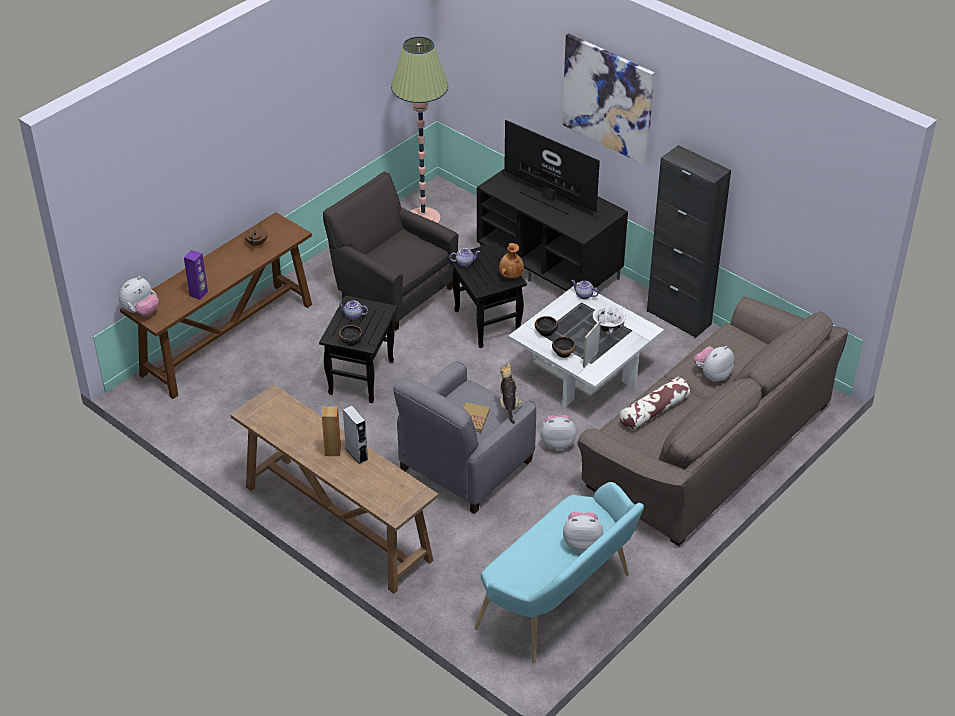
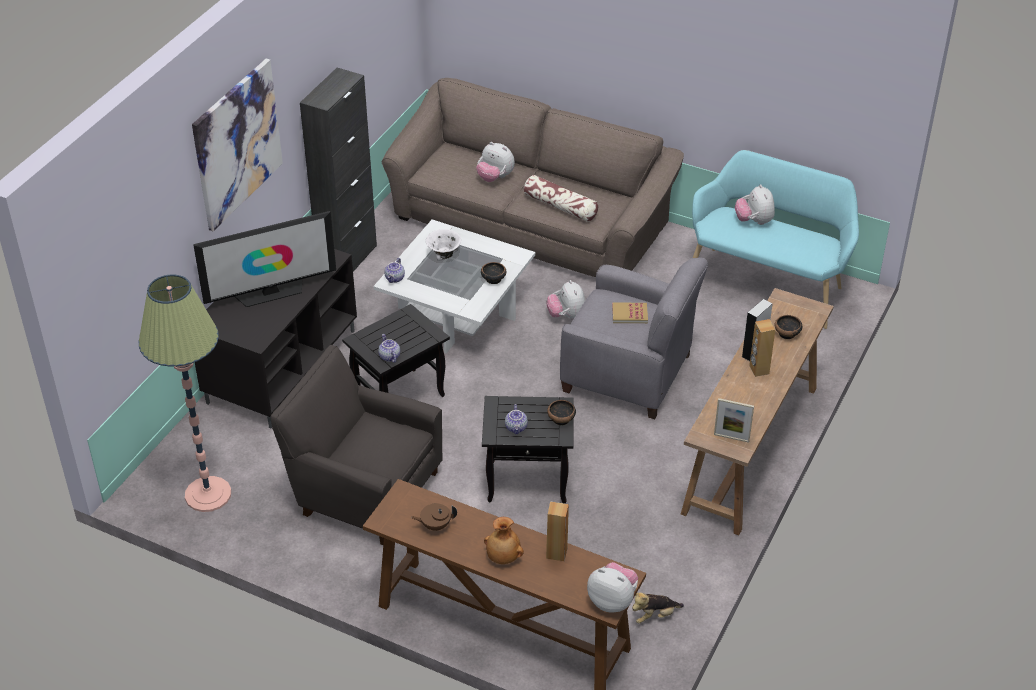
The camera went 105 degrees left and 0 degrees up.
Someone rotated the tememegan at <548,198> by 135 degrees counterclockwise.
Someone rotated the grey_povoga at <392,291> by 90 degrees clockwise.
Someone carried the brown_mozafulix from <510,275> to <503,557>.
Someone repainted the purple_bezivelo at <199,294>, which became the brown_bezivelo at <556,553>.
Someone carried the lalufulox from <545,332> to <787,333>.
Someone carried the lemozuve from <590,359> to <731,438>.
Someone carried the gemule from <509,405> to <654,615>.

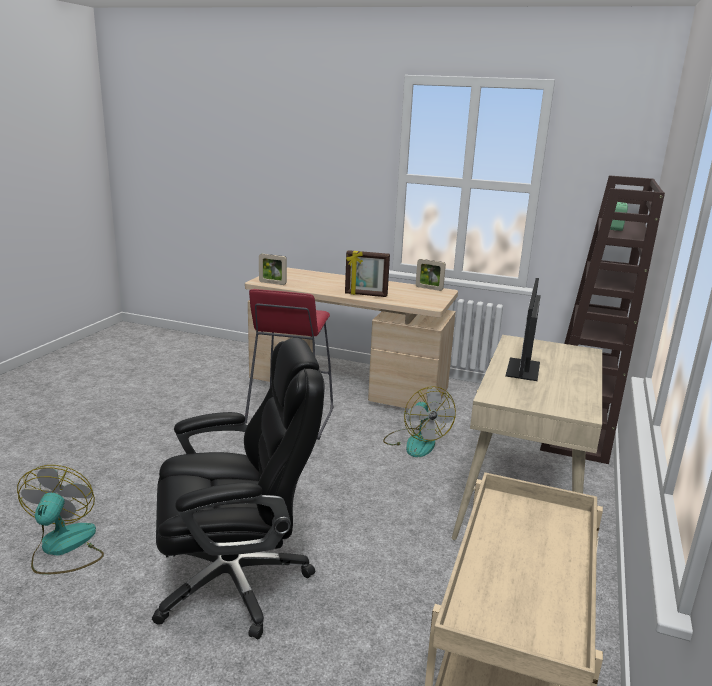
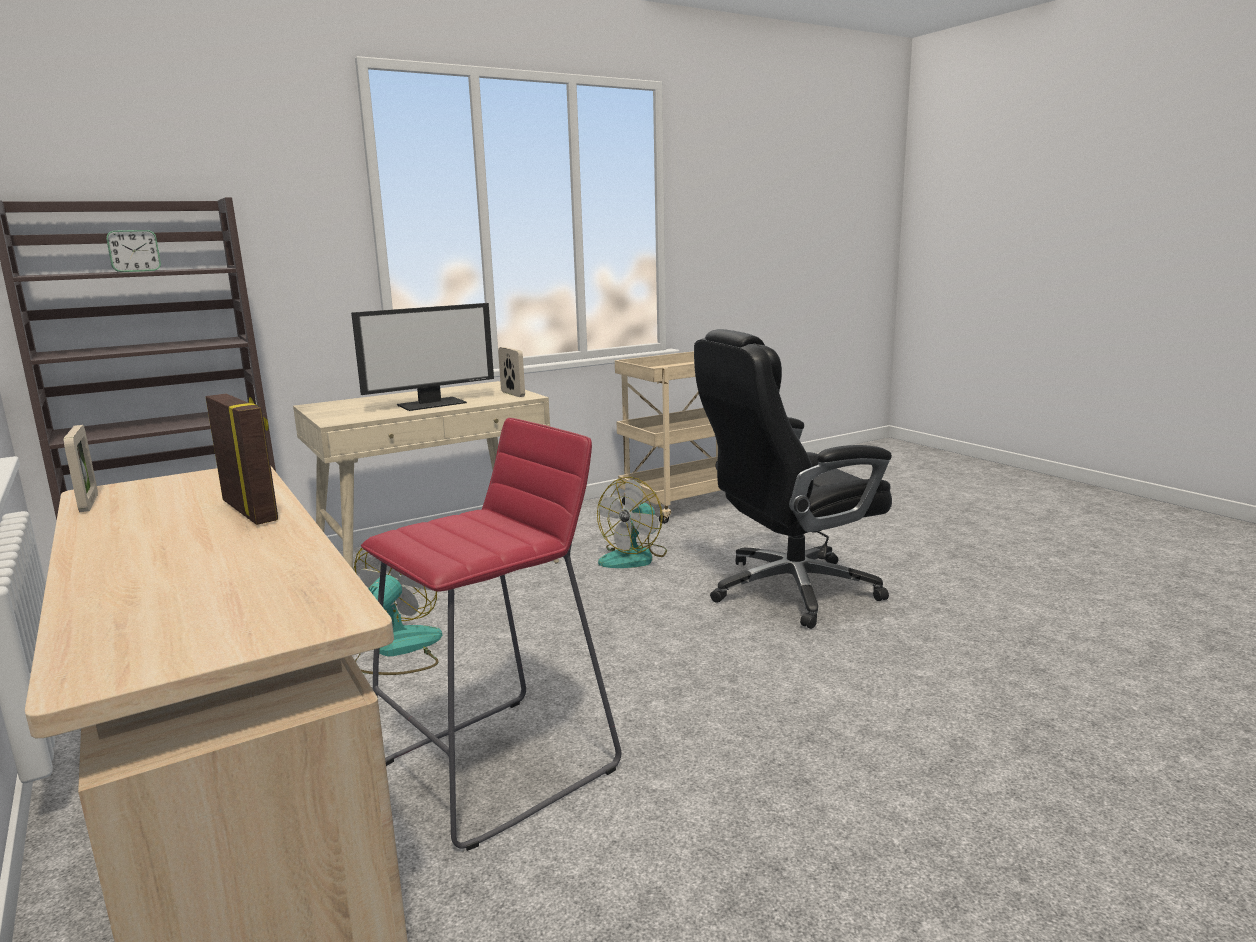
The camera went 140 degrees left and 5 degrees down.
Someone carried the lemozuve from <272,283> to <512,394>.
Someone rotated the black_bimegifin at <236,580> by 45 degrees counterclockwise.
Someone carried the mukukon from <63,548> to <634,557>.

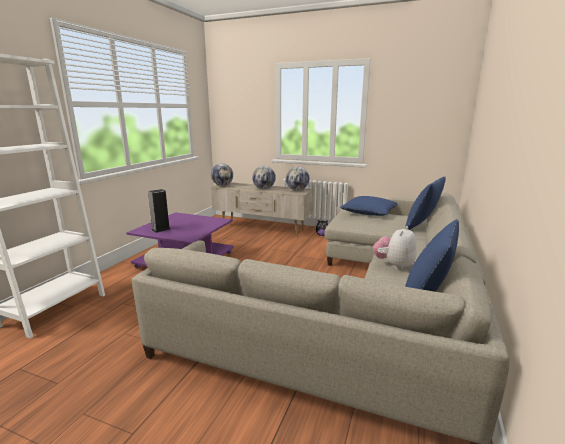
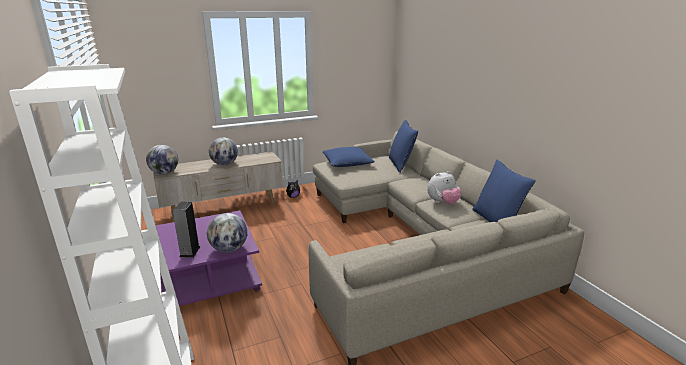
The camera went 45 degrees left and 5 degrees up.
Someone carried the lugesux from <297,190> to <229,249>.
Someone rotated the gemule at <394,265> by 105 degrees counterclockwise.

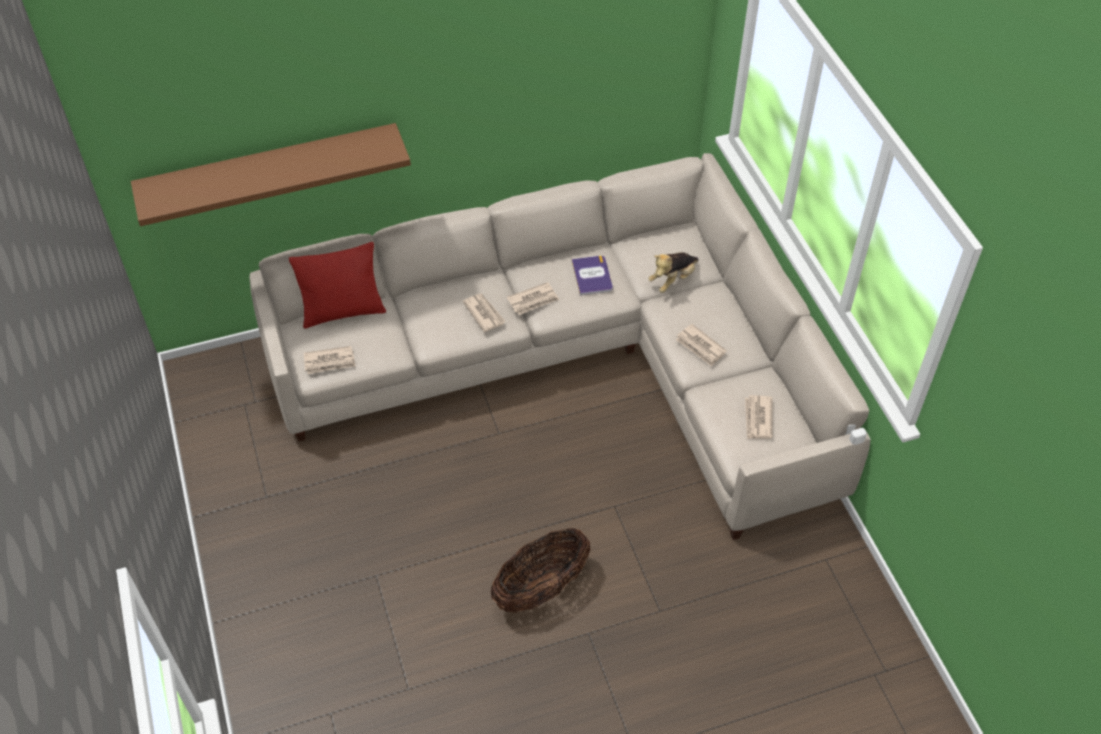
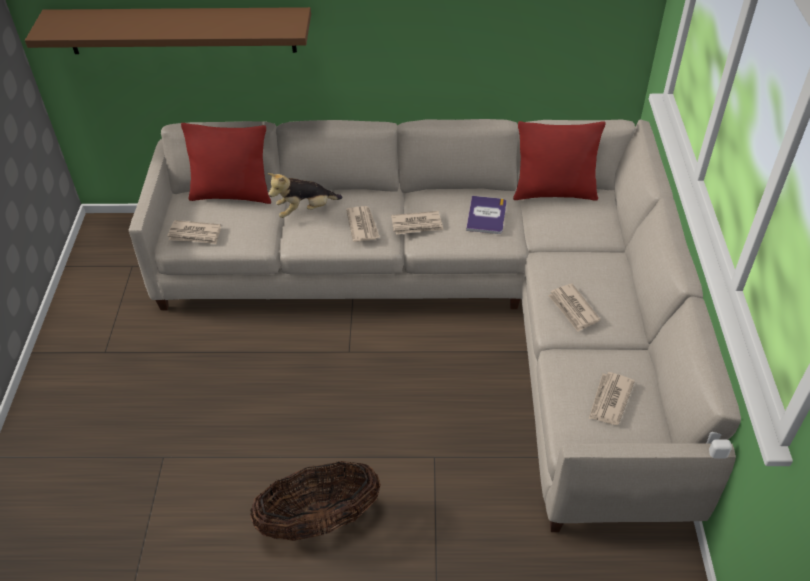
The camera went 20 degrees right and 5 degrees down.
Someone carried the gemule from <673,280> to <305,210>.
Someone put down the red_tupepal at <554,192>.

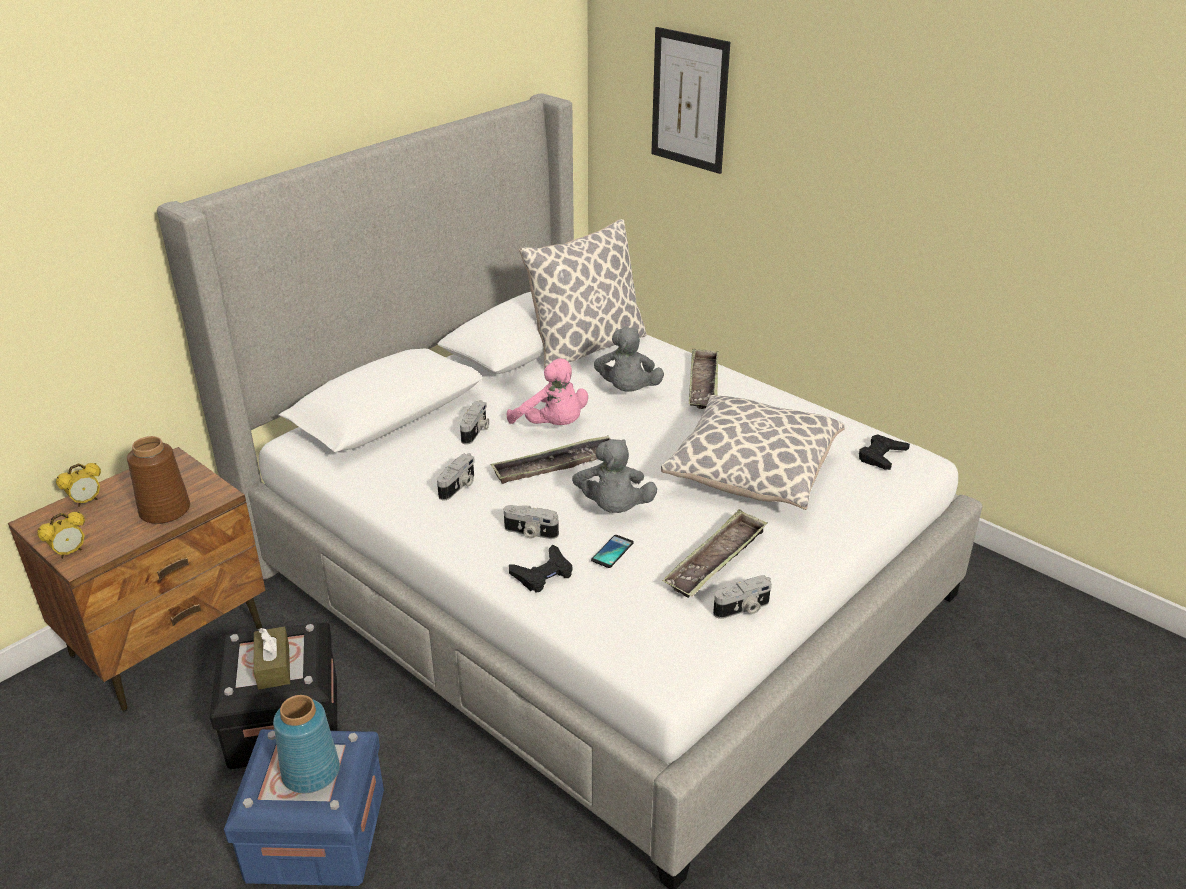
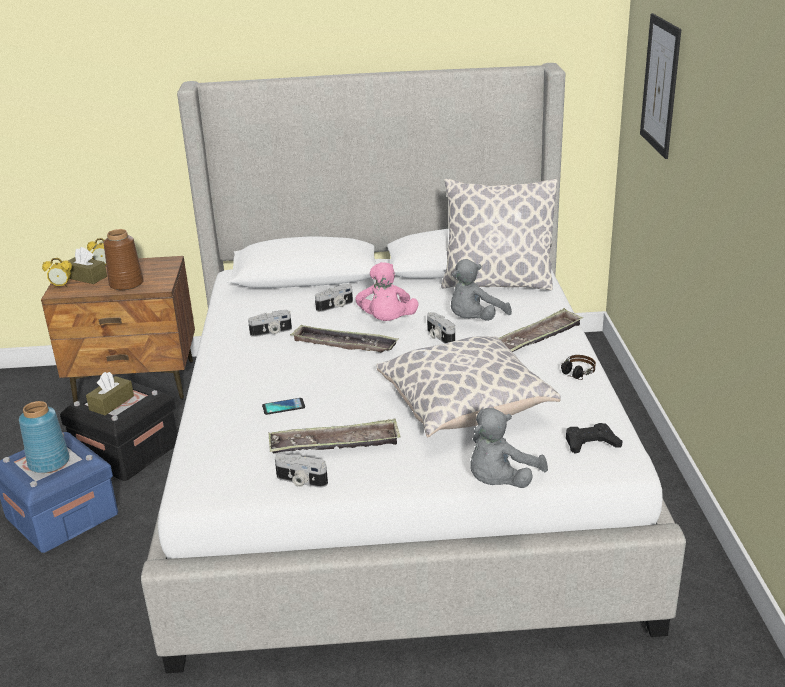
The camera went 45 degrees right and 5 degrees down.
Someone carried the grey_gemule from <613,508> to <500,482>.
Someone carried the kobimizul from <530,533> to <439,337>.
Someone took away the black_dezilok at <543,574>.
Someone put down the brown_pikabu at <86,277>.
Someone put down the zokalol at <574,376>.

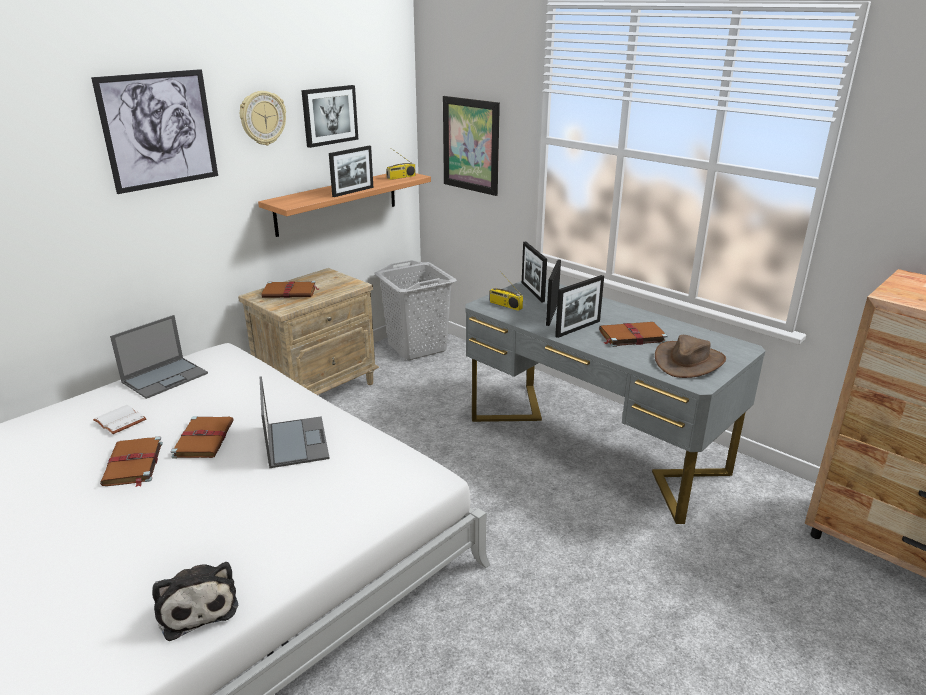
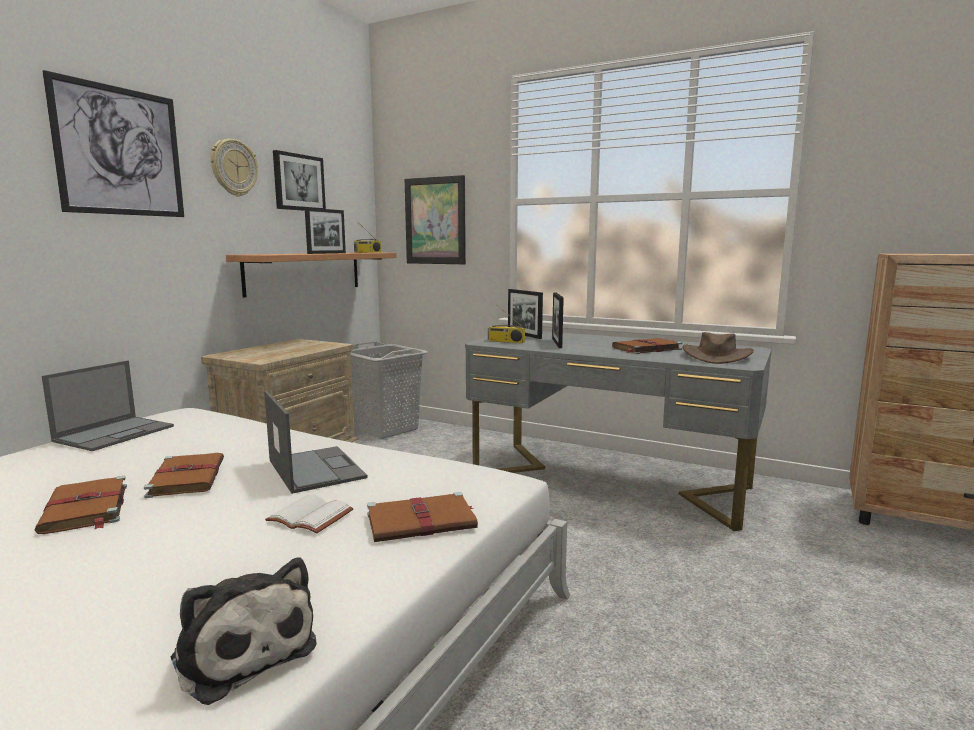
The camera went 15 degrees left and 15 degrees down.
Someone took away the lemozuve at <578,329>.
Someone carried the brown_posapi from <290,292> to <423,521>.
Someone carried the white_posapi from <118,421> to <308,517>.

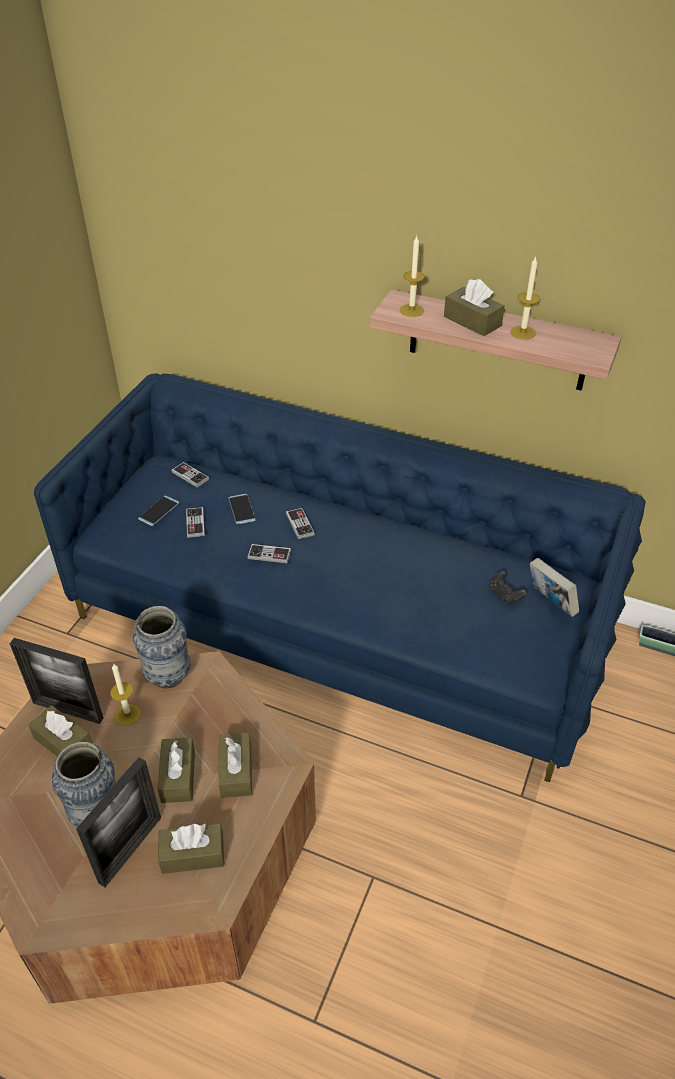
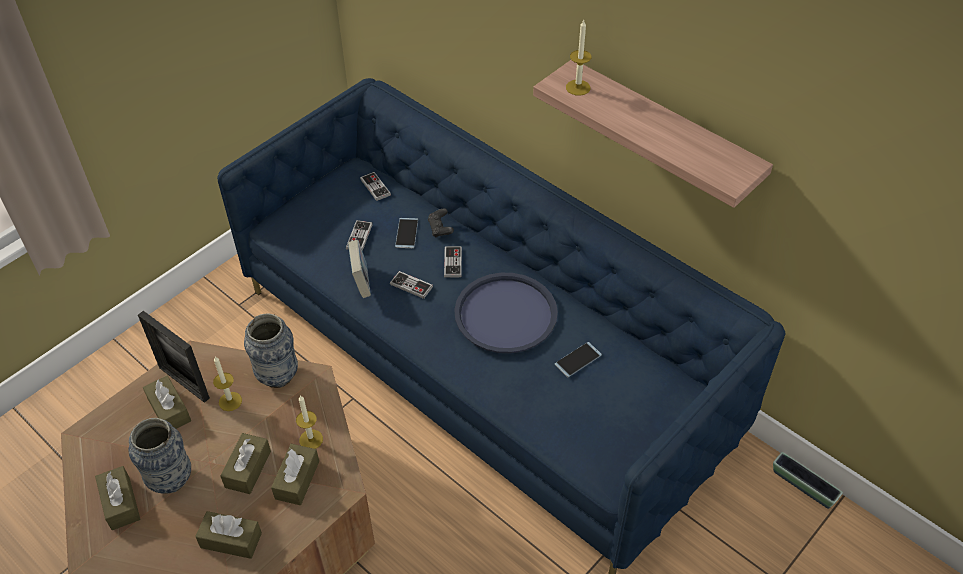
The camera went 20 degrees right and 5 degrees up.
Someone carried the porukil from <523,332> to <311,439>.
Someone carried the brown_pikabu from <472,321> to <120,503>.
Someone carried the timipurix from <159,511> to <578,359>.
Someone carried the posapi from <550,602> to <361,282>.
Someone carried the black_dezilok from <505,594> to <440,229>.
Someone took away the lemozuve at <130,849>.
Someone put down the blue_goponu at <506,314>.

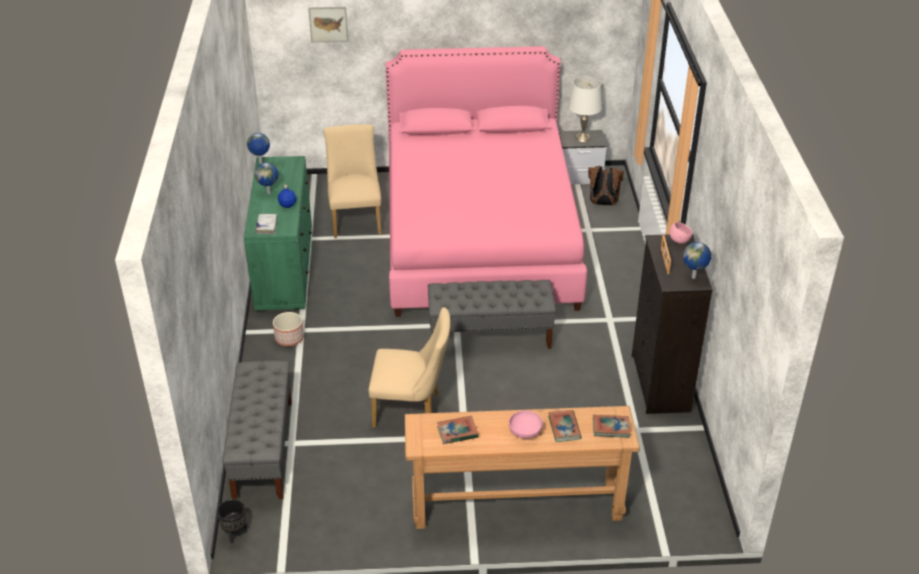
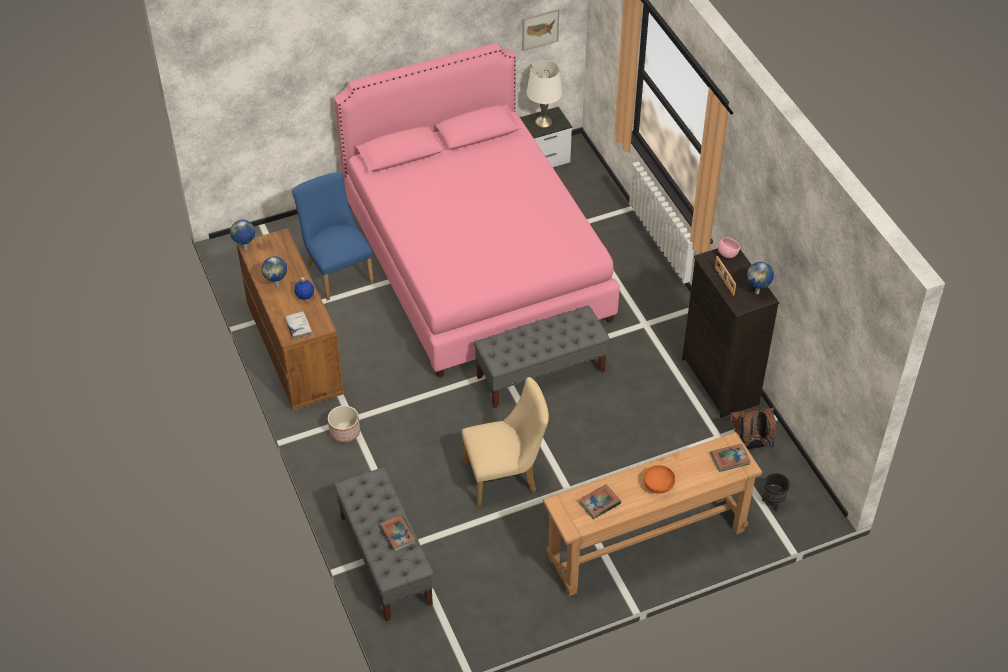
The camera went 20 degrees left and 10 degrees up.
Someone carried the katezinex from <328,24> to <540,29>.
Someone repainted the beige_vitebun at <355,219>, which became the blue_vitebun at <337,271>.
Someone repainted the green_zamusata at <285,268>, which became the brown_zamusata at <295,351>.
Someone carried the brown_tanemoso from <602,203> to <750,445>.
Someone repainted the pink_lalufulox at <525,431>, which became the orange_lalufulox at <658,485>.
Someone carried the posapi from <564,428> to <398,534>.
Someone carried the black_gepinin from <235,533> to <772,502>.

